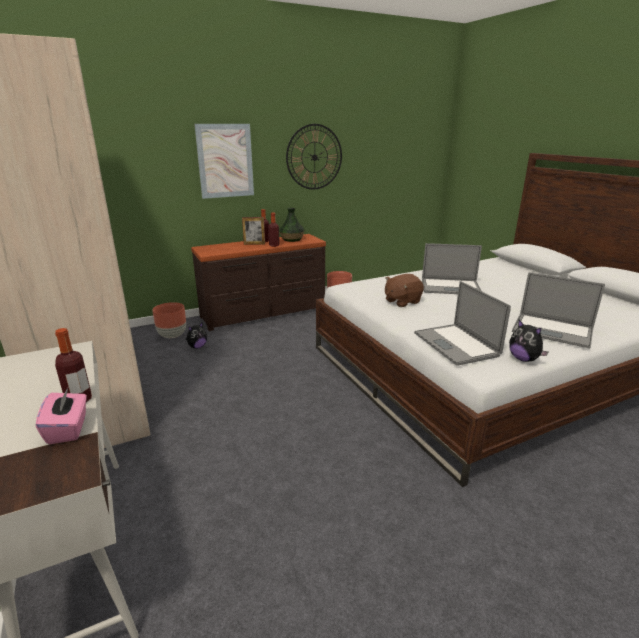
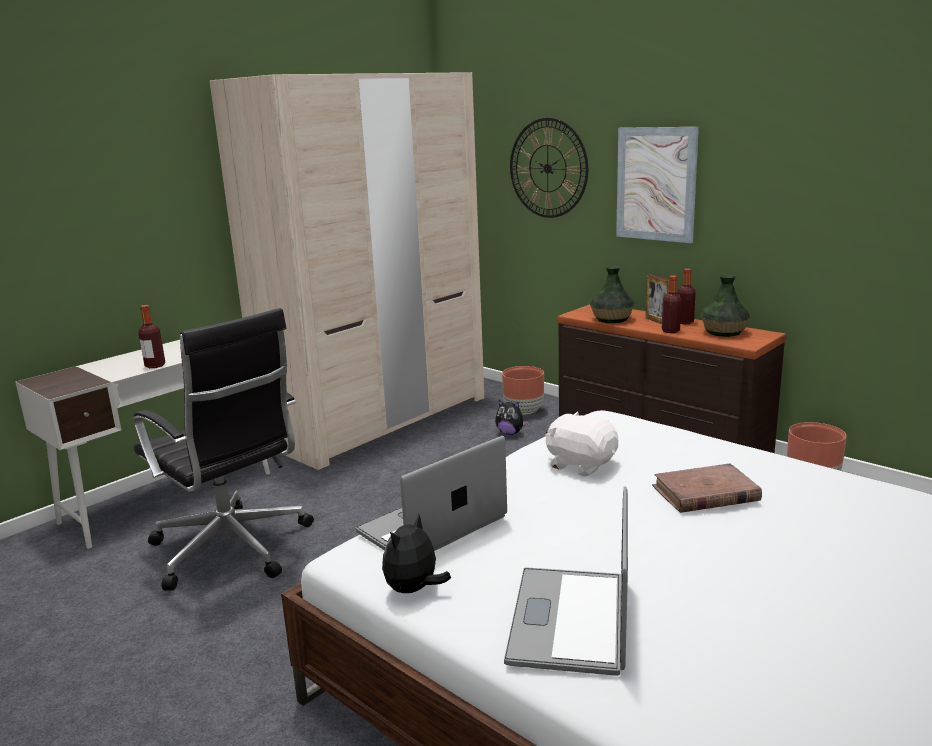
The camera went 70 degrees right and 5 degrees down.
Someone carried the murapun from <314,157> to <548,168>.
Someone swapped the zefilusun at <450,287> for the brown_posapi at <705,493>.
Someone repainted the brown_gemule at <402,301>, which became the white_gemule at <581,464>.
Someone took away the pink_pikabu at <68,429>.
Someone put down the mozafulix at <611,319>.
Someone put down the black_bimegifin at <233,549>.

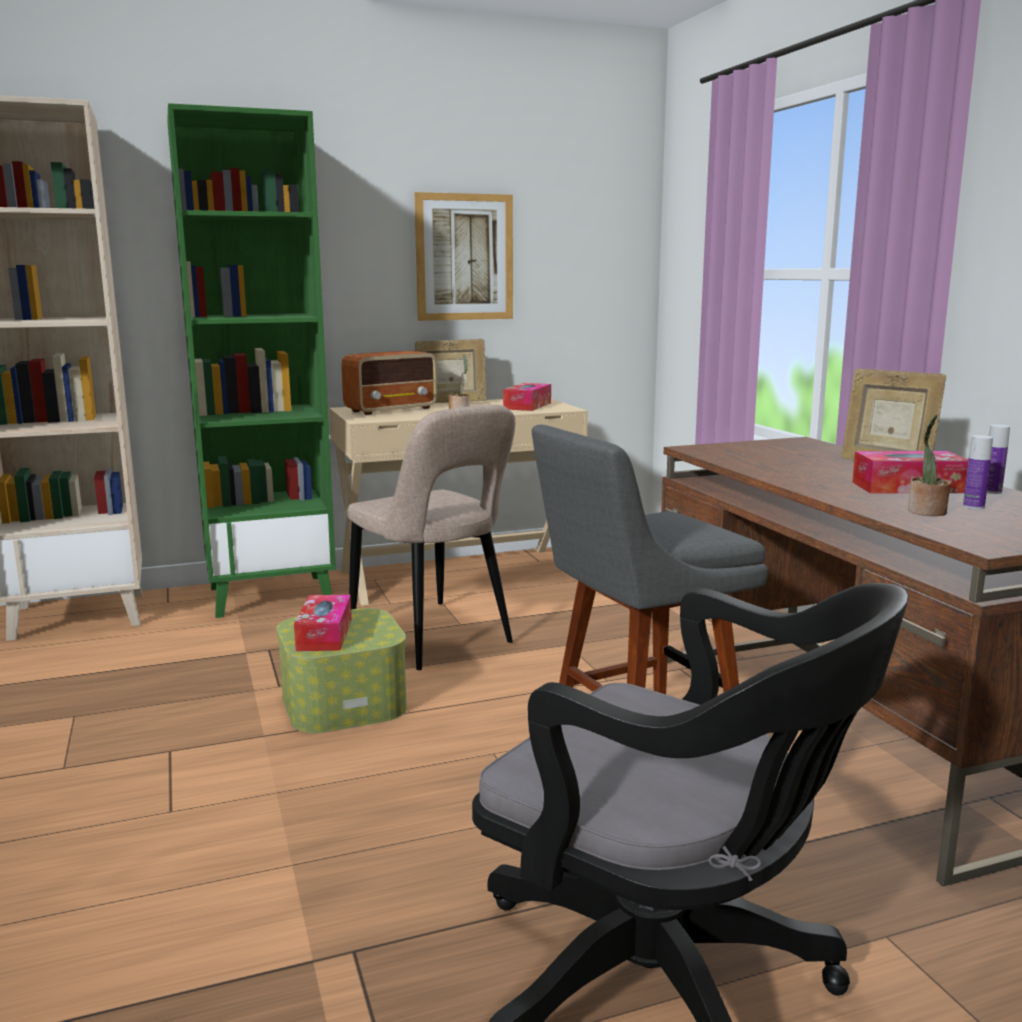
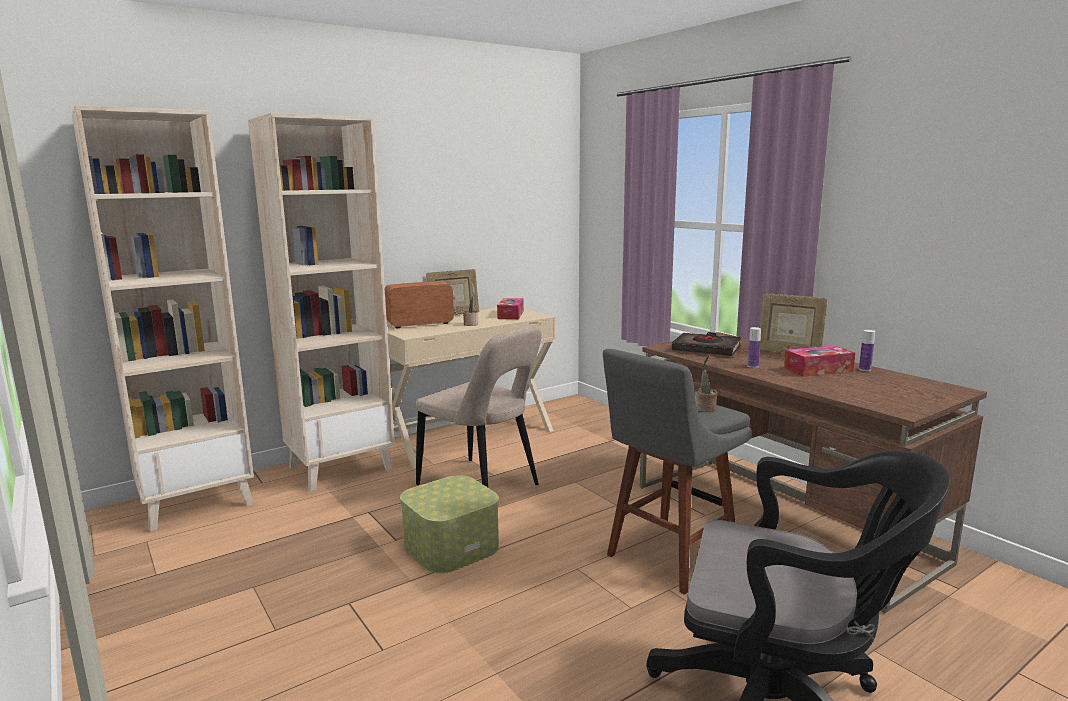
The camera went 15 degrees left and 0 degrees up.
Someone repainted the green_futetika at <272,595>, which became the beige_futetika at <341,467>.
Someone took away the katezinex at <464,257>.
Someone rotated the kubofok at <392,409> by 150 degrees counterclockwise.
Someone carried the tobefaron from <926,512> to <705,409>.
Someone carried the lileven from <973,507> to <752,366>.
Someone took away the pikabu at <324,634>.
Someone put down the black_posapi at <706,349>.

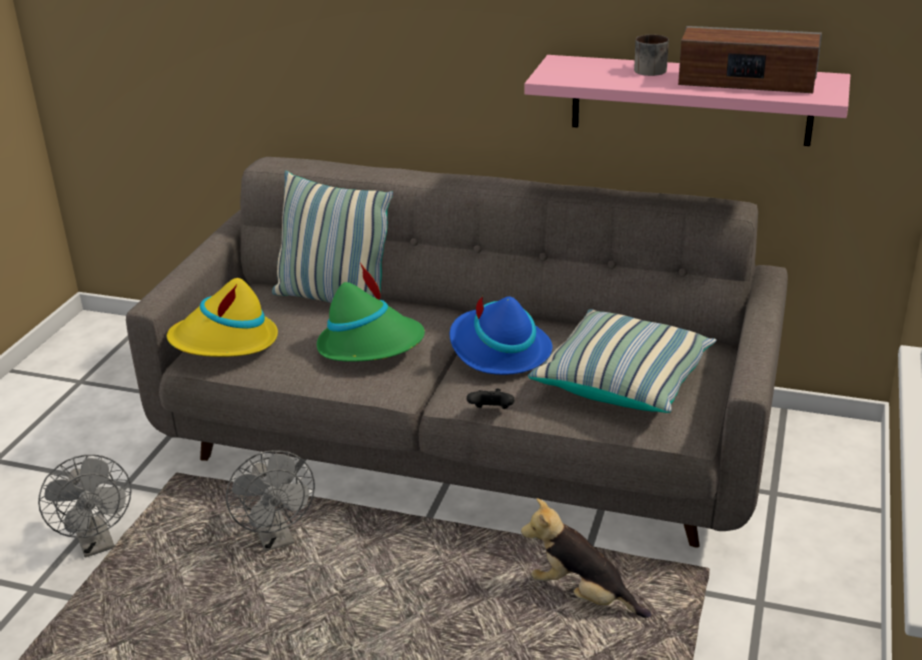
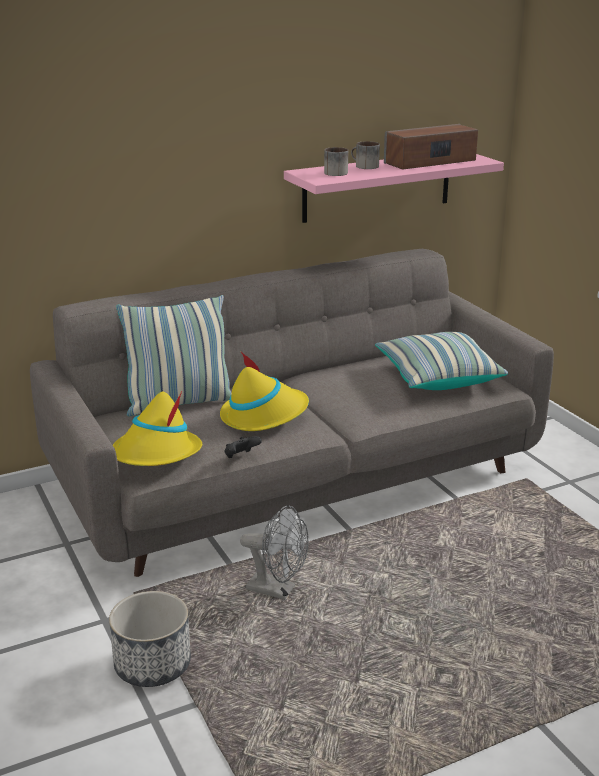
The camera went 45 degrees left and 5 degrees down.
Someone repainted the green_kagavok at <371,345>, which became the yellow_kagavok at <264,415>.
Someone took away the blue_kagavok at <498,350>.
Someone carried the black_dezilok from <491,411> to <241,457>.
Someone swapped the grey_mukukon at <97,544> for the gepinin at <152,664>.
Someone took away the gemule at <583,595>.
Someone put down the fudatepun at <333,172>.

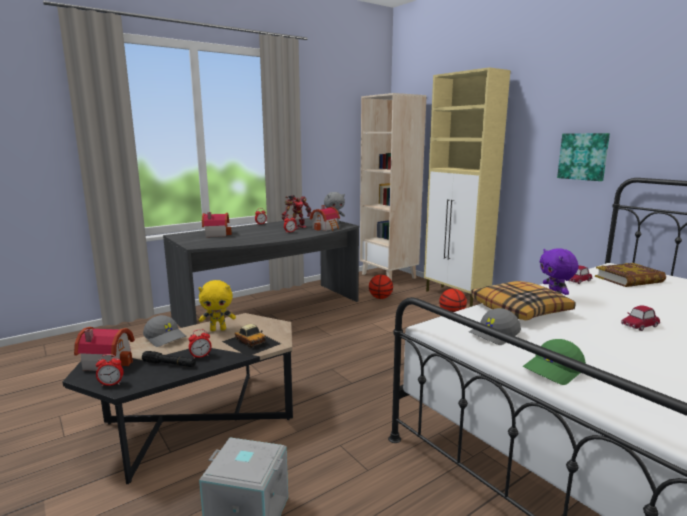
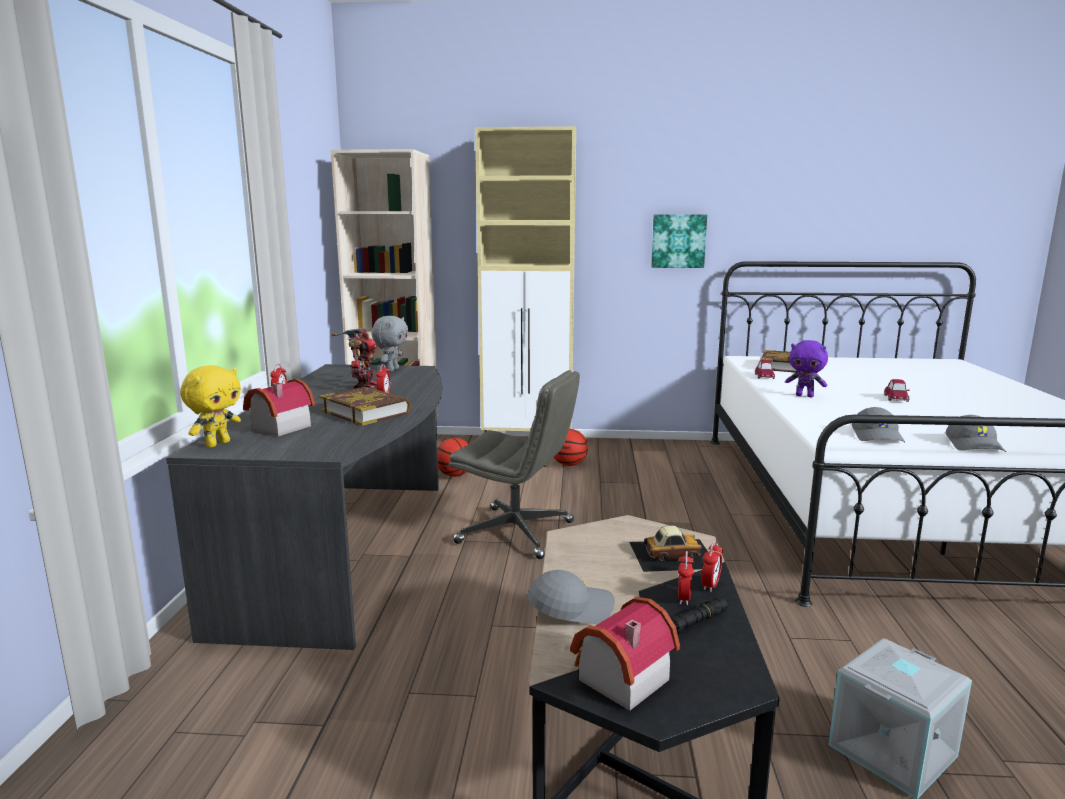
The camera went 50 degrees left and 0 degrees up.
Someone took away the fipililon at <326,228>.
Someone carried the yellow_gemule from <218,329> to <217,444>.
Someone took away the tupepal at <520,310>.
Someone repainted the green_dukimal at <554,370>, which became the grey_dukimal at <975,445>.
Someone carried the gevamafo from <111,384> to <710,585>.
Someone put down the grey_bimegifin at <517,532>.
Someone put down the posapi at <366,412>.

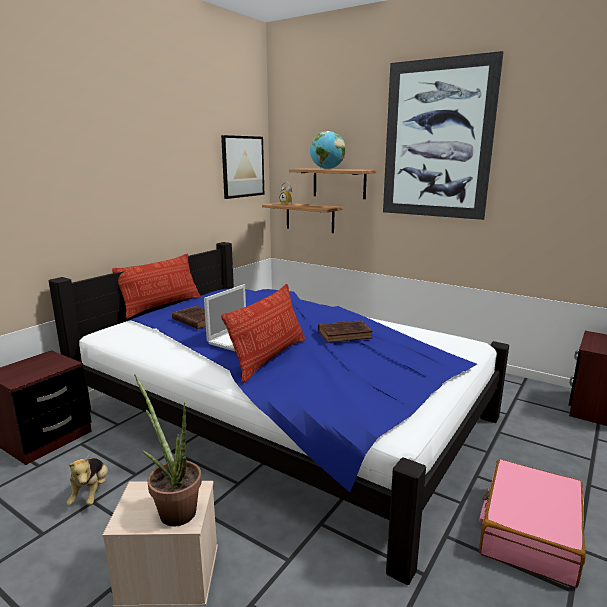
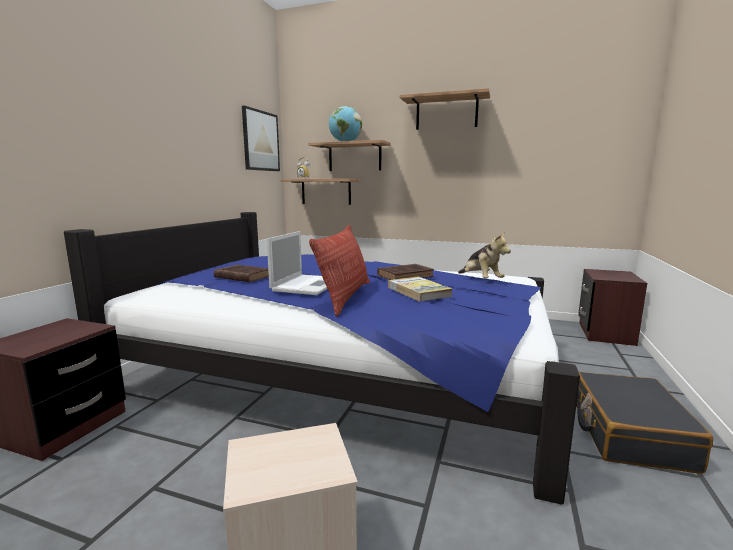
The camera went 15 degrees left and 5 degrees down.
Someone swapped the katezinex at <437,140> for the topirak at <446,113>.
Someone took away the tupepal at <161,306>.
Someone took away the tobefaron at <173,509>.
Someone carried the gemule from <91,493> to <480,280>.
Someone repainted the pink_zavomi at <529,532>, which became the black_zavomi at <628,433>.
Someone put down the posapi at <418,291>.

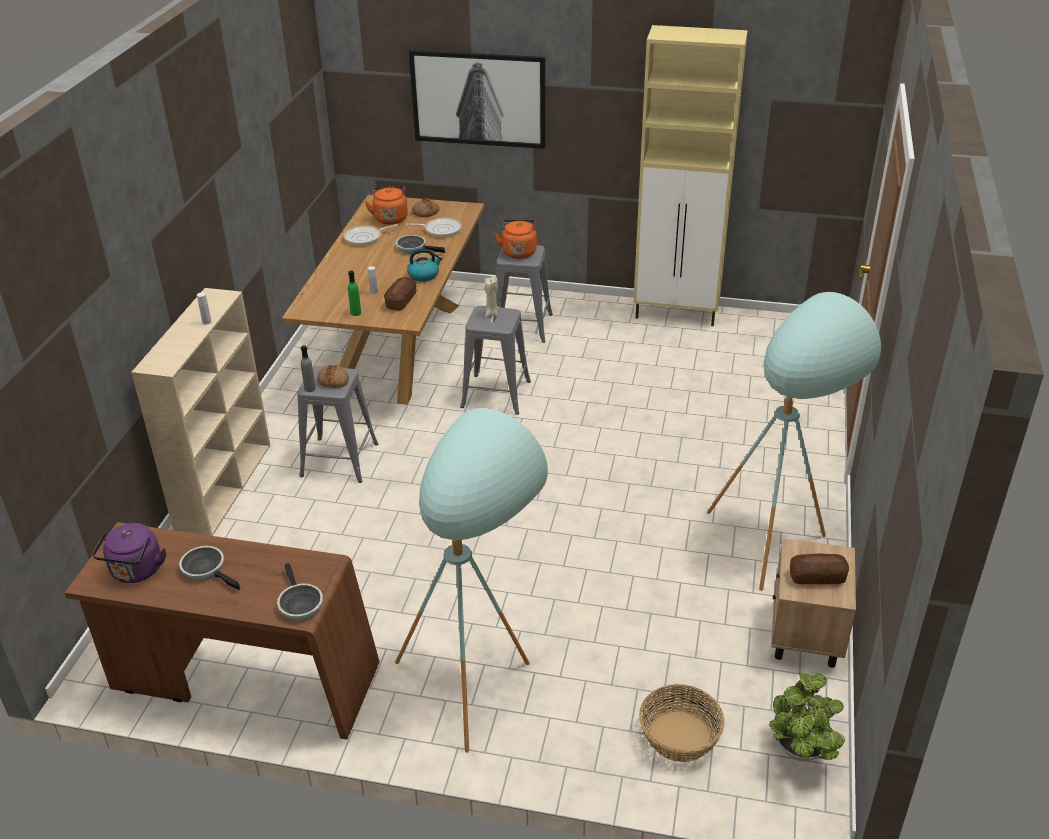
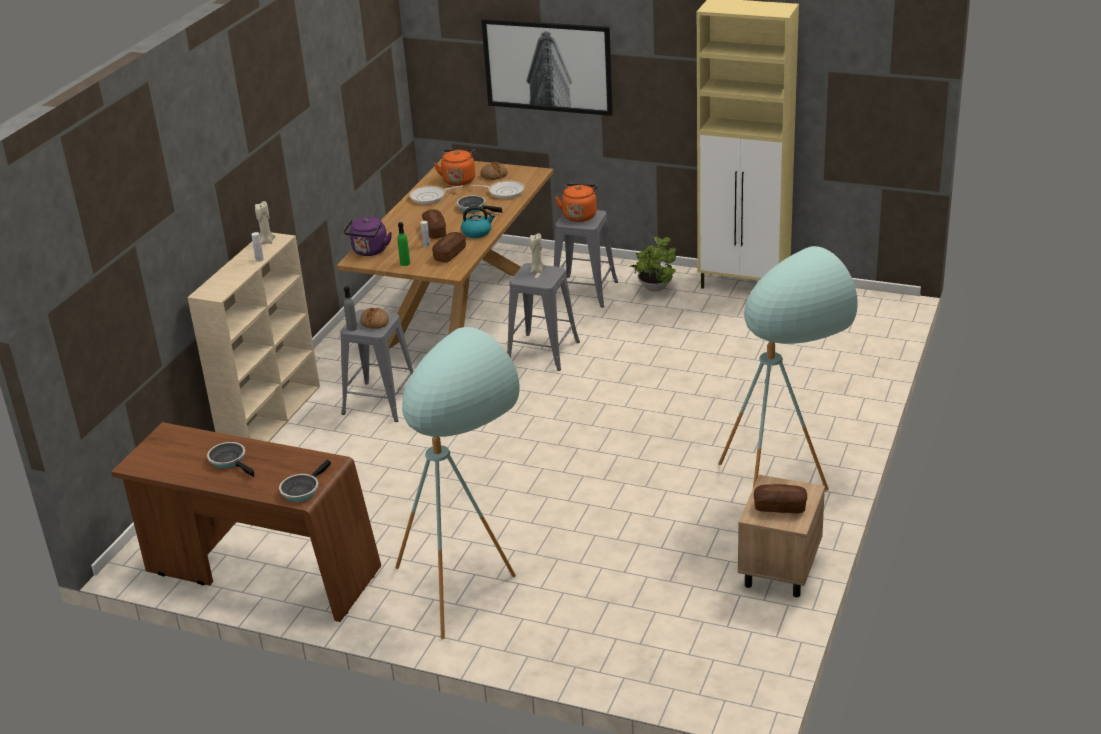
The camera went 10 degrees right and 5 degrees down.
Someone carried the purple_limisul from <136,572> to <369,251>.
Someone rotated the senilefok at <299,603> by 45 degrees clockwise.
Someone carried the tobefaron from <800,753> to <654,289>.
Someone took away the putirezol at <679,736>.
Someone put down the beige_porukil at <266,241>.
Someone put down the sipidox at <435,231>.

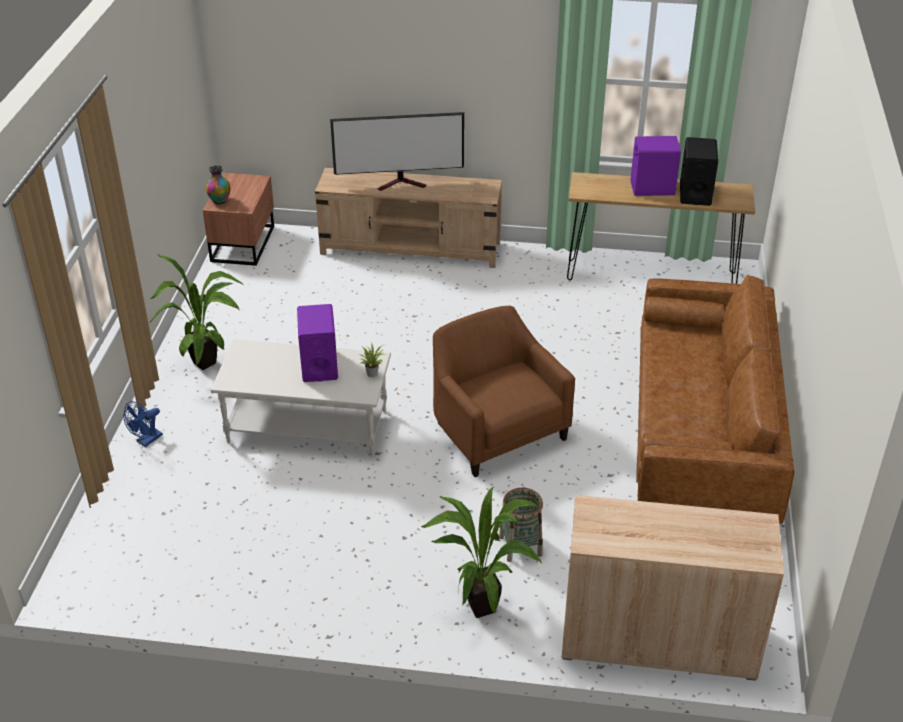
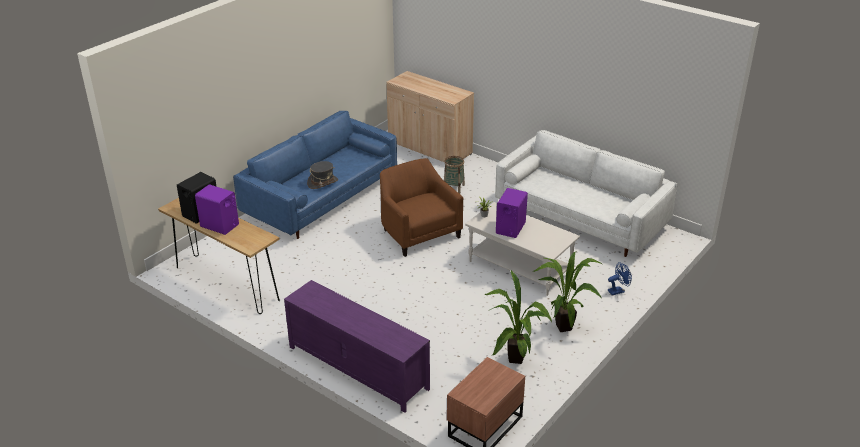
The camera went 150 degrees left and 5 degrees down.
Someone took away the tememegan at <402,183>.
Someone took away the mozafulix at <220,201>.
Someone repainted the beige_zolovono at <411,249>, which became the purple_zolovono at <357,367>.
Someone repainted the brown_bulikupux at <701,434>, which became the blue_bulikupux at <321,199>.
Someone rotated the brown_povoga at <496,430> by 150 degrees clockwise.
Someone carried the tobefaron from <480,604> to <515,361>.
Someone put down the white_bulikupux at <581,218>.
Someone put down the grey_kagavok at <322,182>.

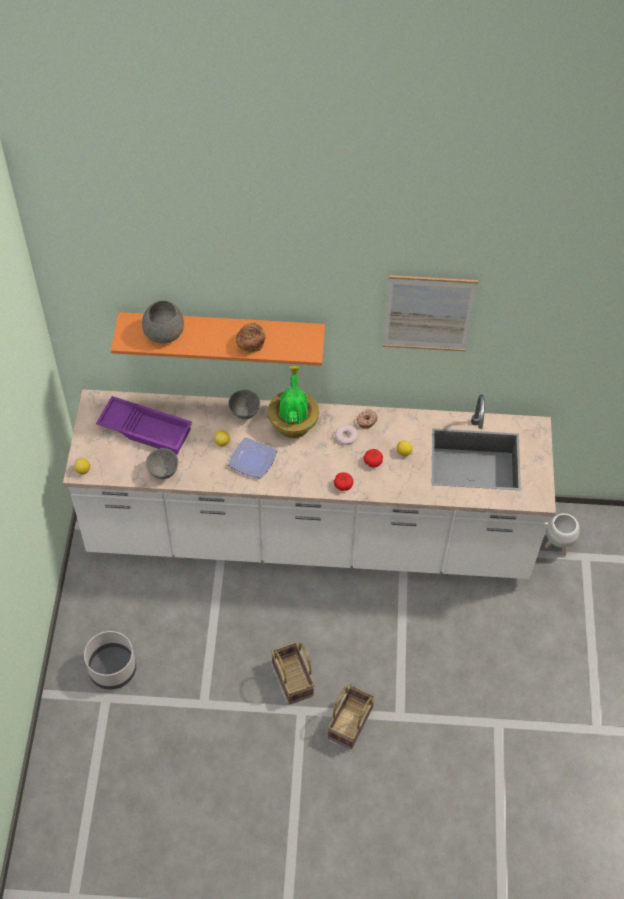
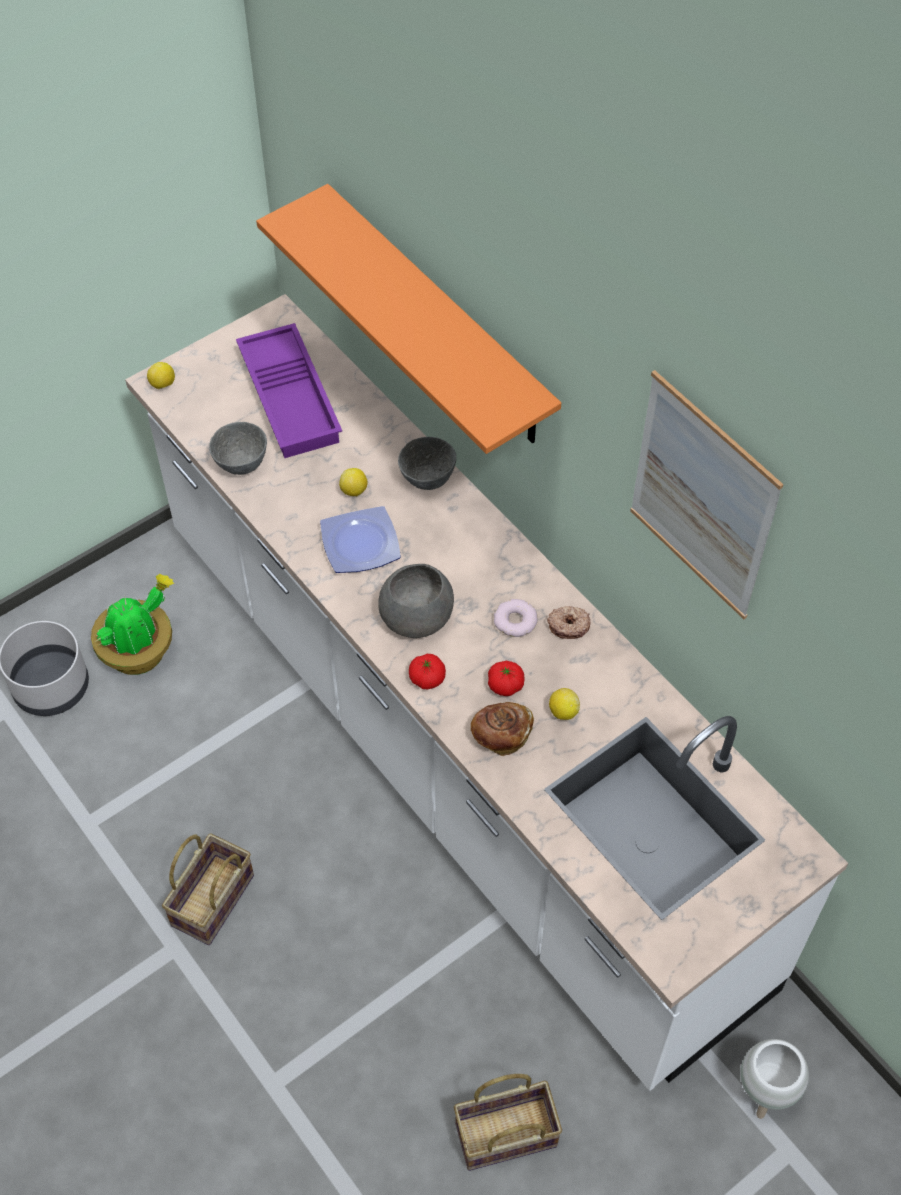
The camera went 50 degrees right and 0 degrees up.
Someone carried the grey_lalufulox from <164,332> to <418,615>.
Someone carried the sipidox from <250,344> to <501,735>.
Someone carried the tobefaron from <293,423> to <140,651>.
Someone carried the putirezol from <350,724> to <504,1137>.

